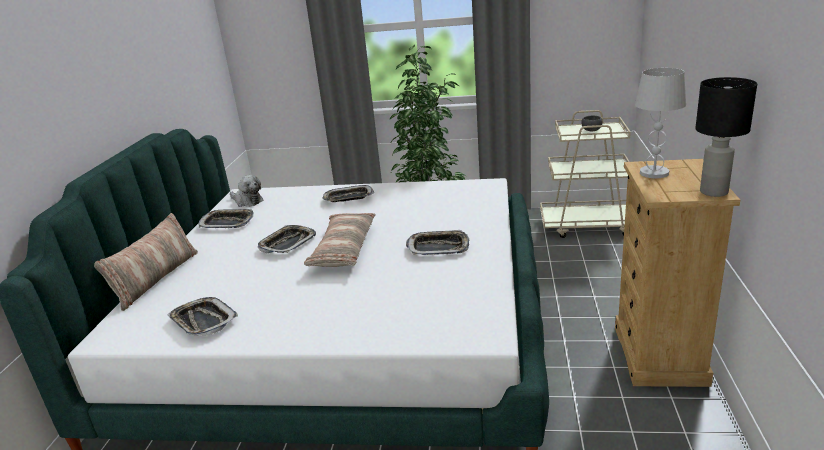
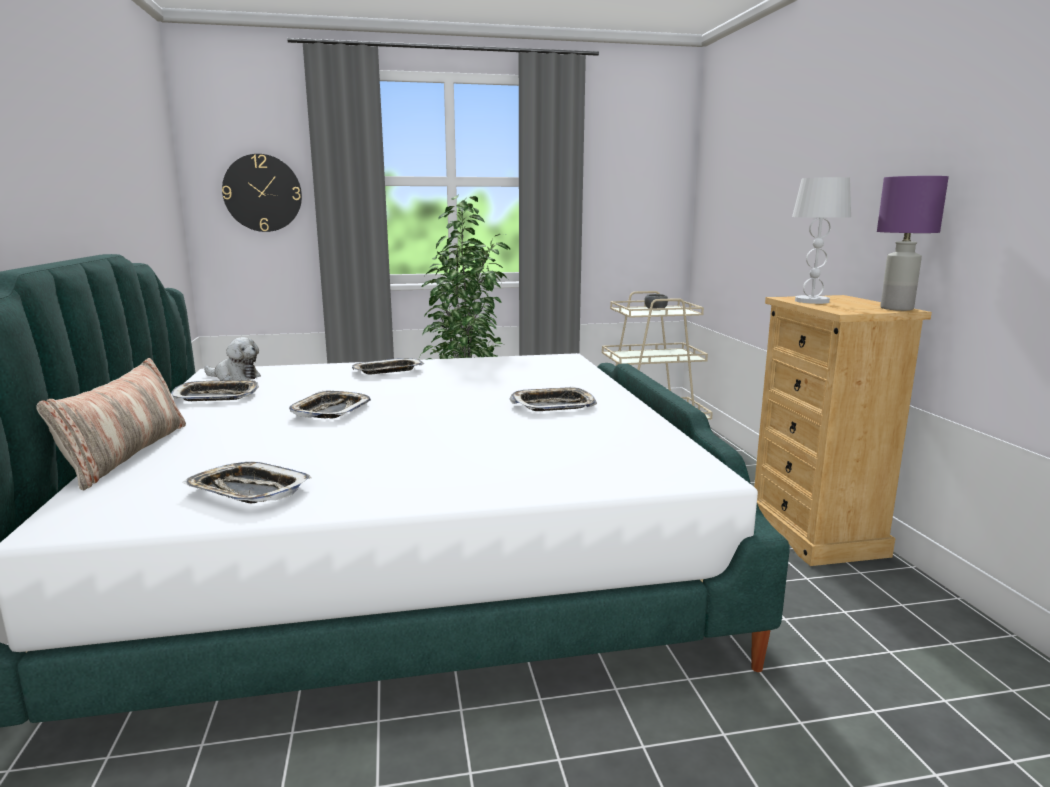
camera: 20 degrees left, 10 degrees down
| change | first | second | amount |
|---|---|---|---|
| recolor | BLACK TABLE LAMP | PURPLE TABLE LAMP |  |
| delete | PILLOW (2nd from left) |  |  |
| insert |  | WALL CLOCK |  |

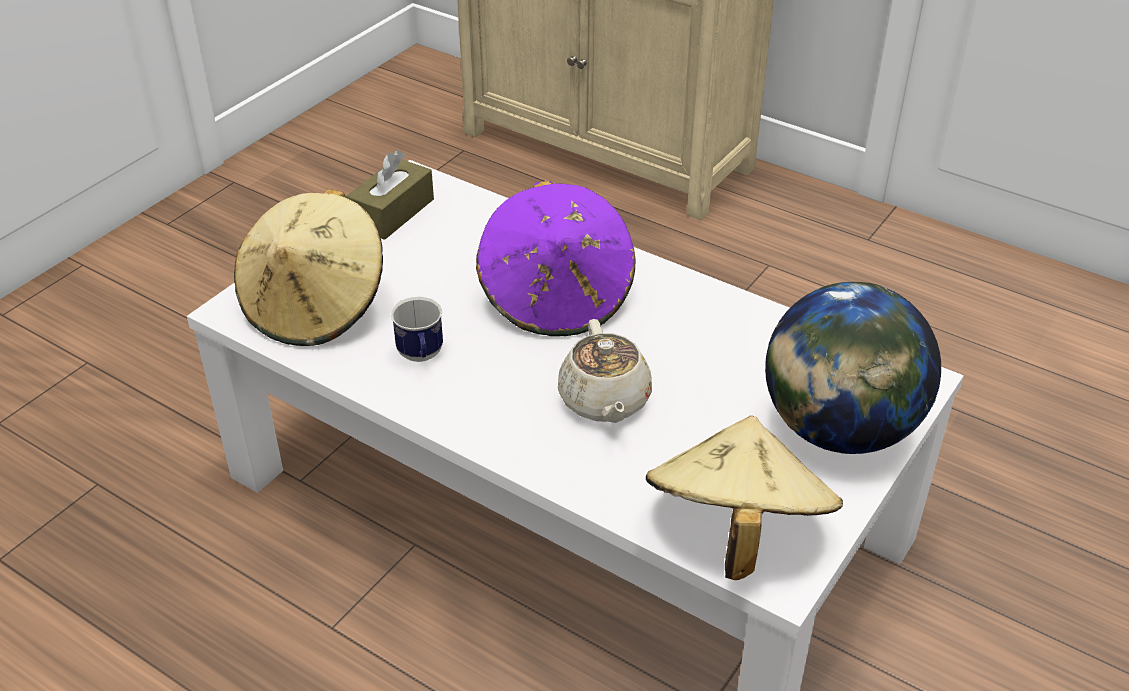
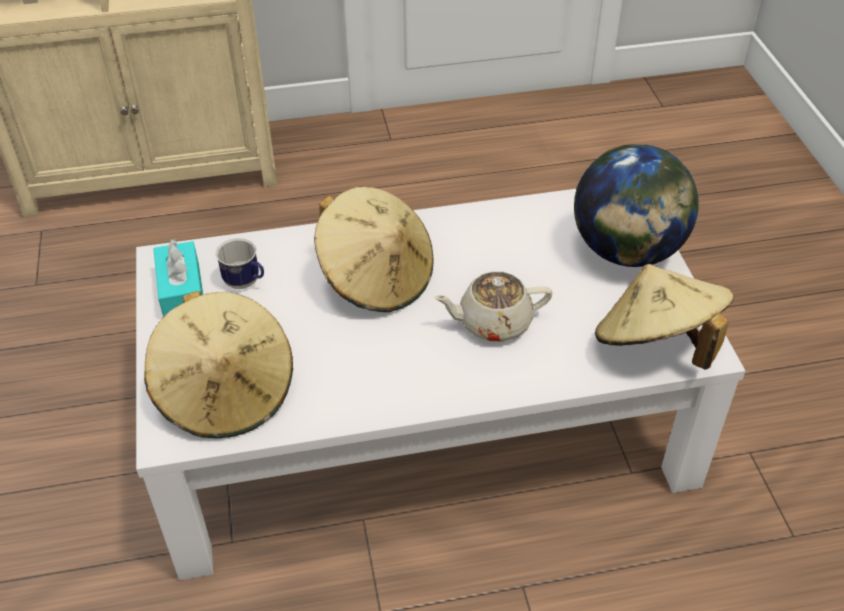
camera: 45 degrees left, 5 degrees up
| change | first | second | amount |
|---|---|---|---|
| recolor | BROWN TISSUE BOX | TURQUOISE TISSUE BOX |  |
| recolor | PURPLE HAT | BEIGE HAT (2nd from left) |  |
| move | MUG |  |  |
| rotate | BEIGE TEAPOT |  | 135 degrees clockwise |

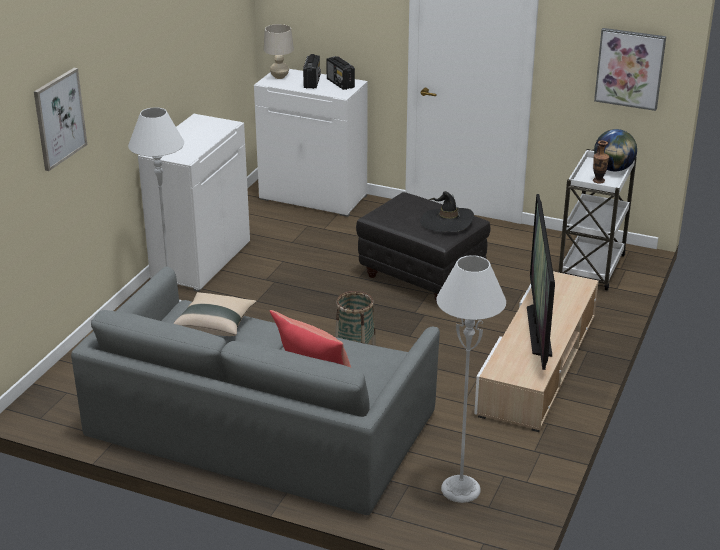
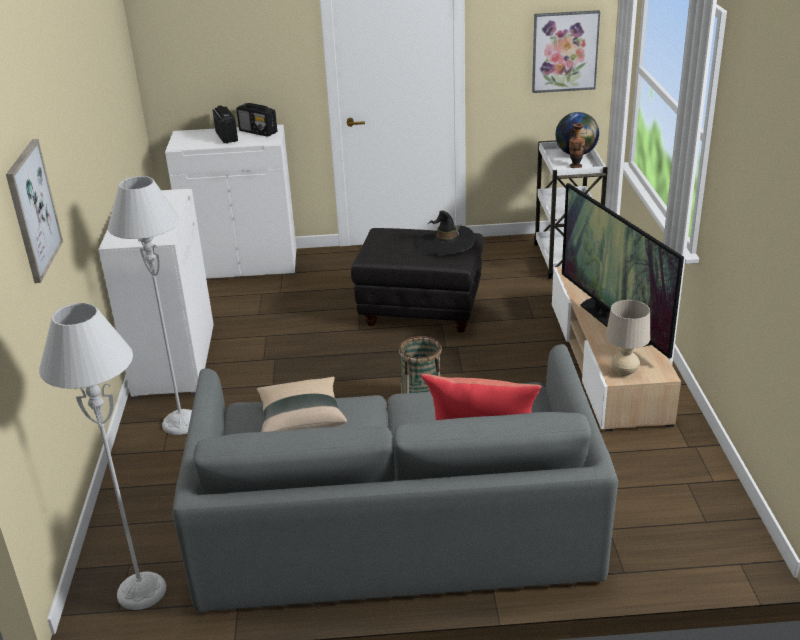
camera: 25 degrees left, 0 degrees up
| change | first | second | amount |
|---|---|---|---|
| move | BEIGE TABLE LAMP |  |  |
| move | GREY FLOOR LAMP (2nd from left in the first image) | GREY FLOOR LAMP (1st from left) |  |

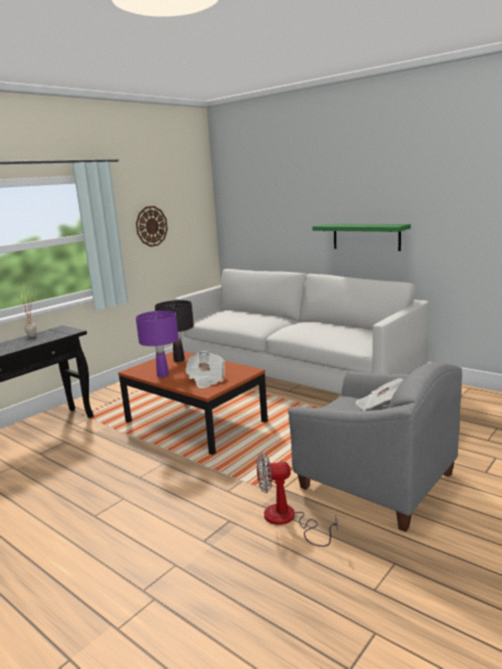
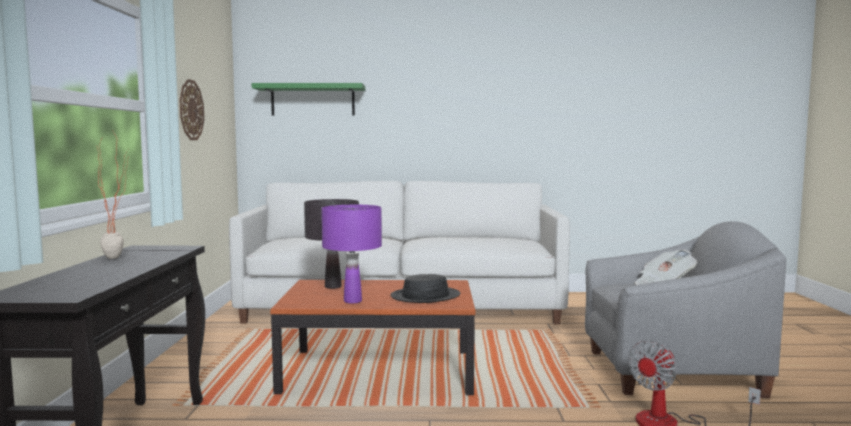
camera: 40 degrees left, 10 degrees down
| change | first | second | amount |
|---|---|---|---|
| move | GREEN SHELF |  |  |
| replace | NEWSPAPER (1st from left) | BLACK HAT |  |

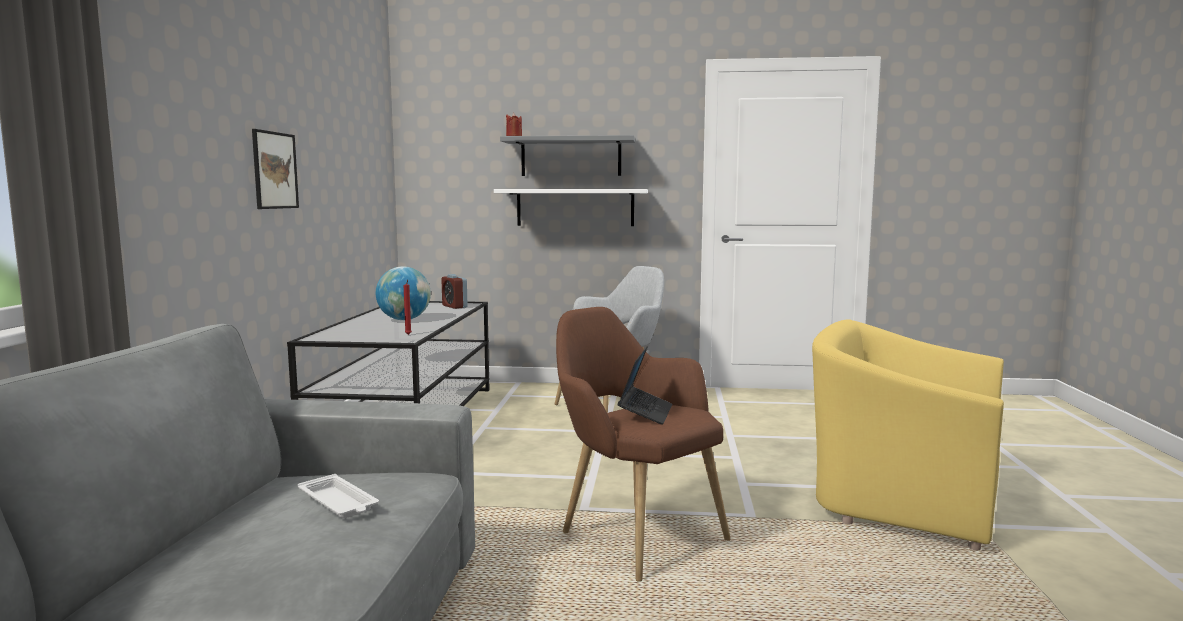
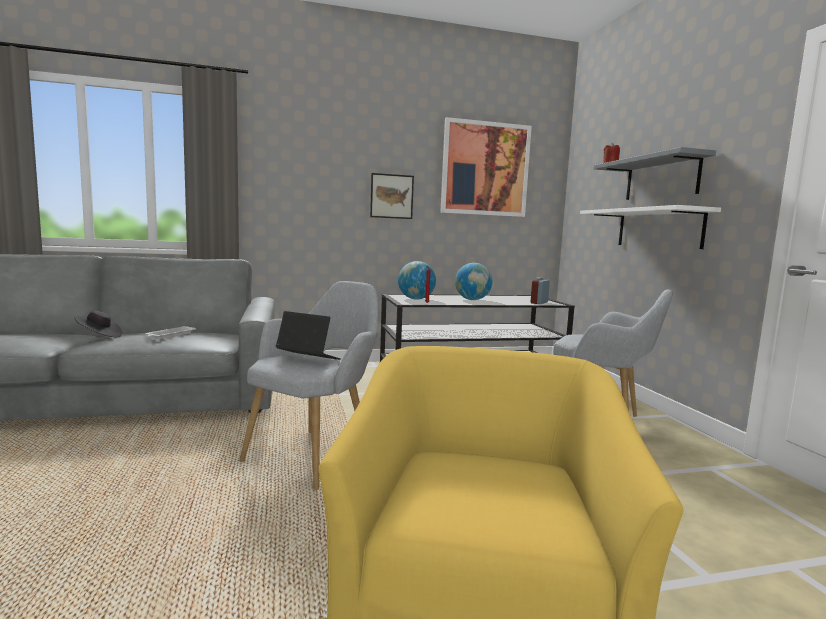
camera: 70 degrees right, 0 degrees up
| change | first | second | amount |
|---|---|---|---|
| recolor | BROWN ARMCHAIR | GREY ARMCHAIR (1st from left) |  |
| rotate | LAPTOP |  | 150 degrees counterclockwise |
| insert |  | PICTURE (2nd from left) |  |
| insert |  | GLOBE (1st from left) |  |
| insert |  | BLACK HAT |  |

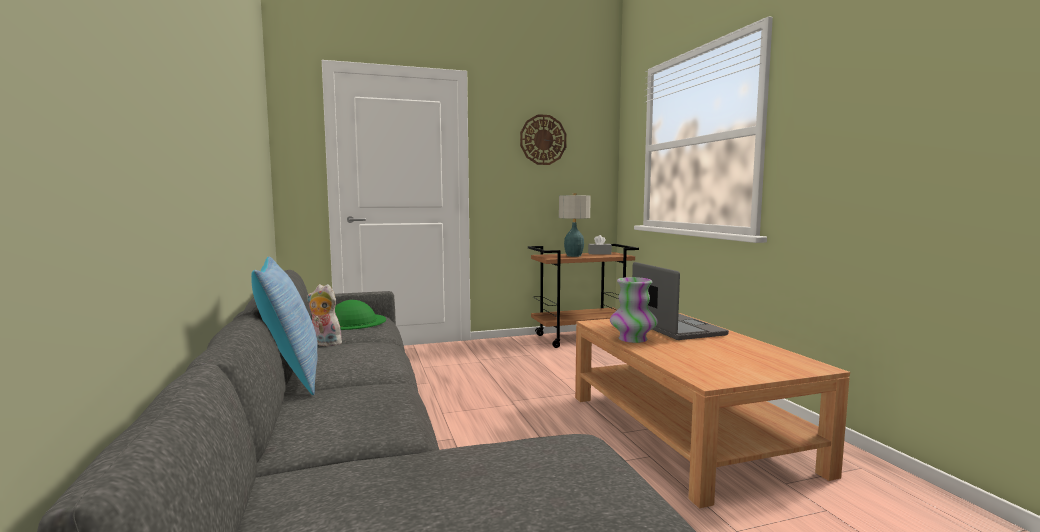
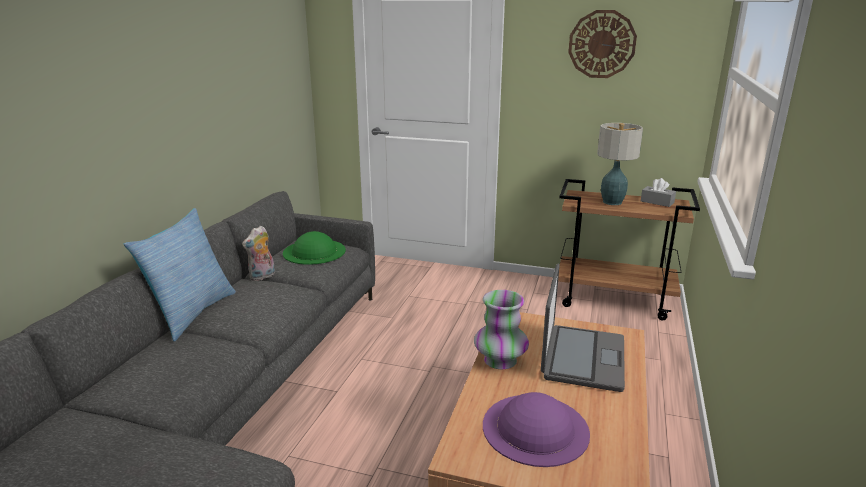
camera: 35 degrees right, 15 degrees up
| change | first | second | amount |
|---|---|---|---|
| rotate | PLUSH TOY |  | 105 degrees counterclockwise |
| insert |  | PURPLE HAT |  |

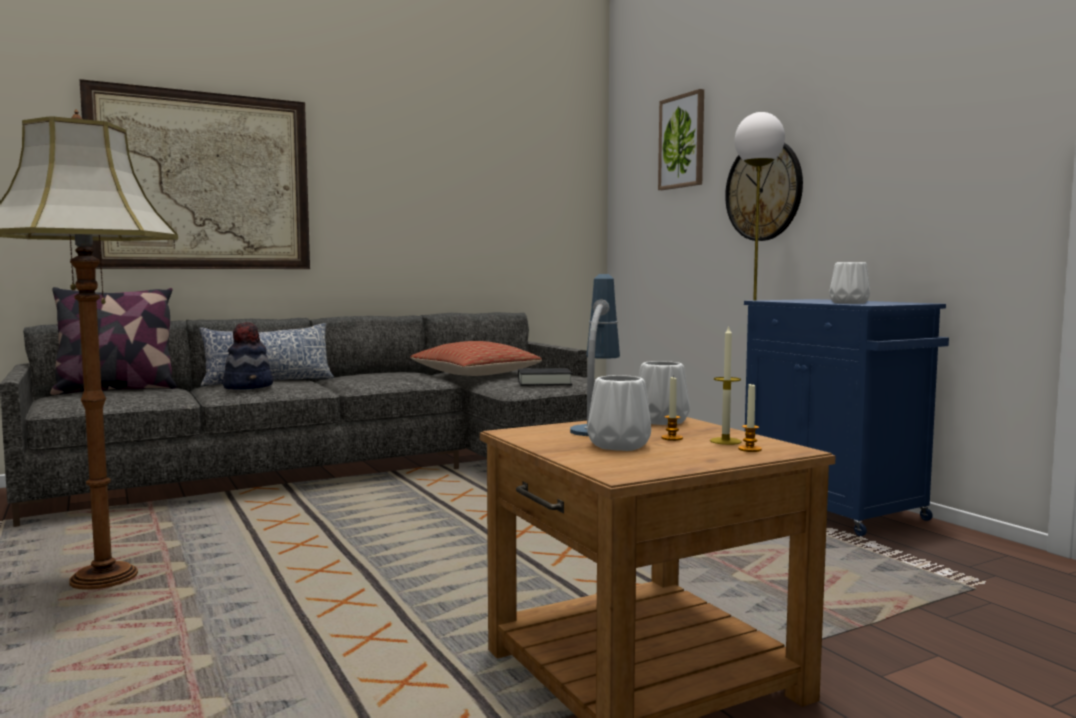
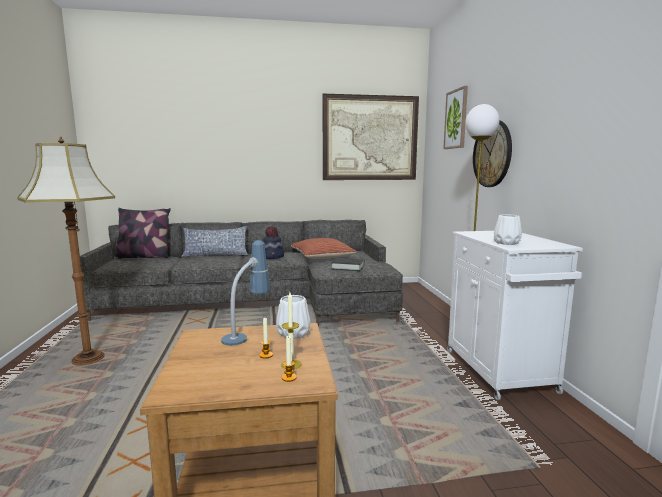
camera: 20 degrees right, 5 degrees up
| change | first | second | amount |
|---|---|---|---|
| move | PICTURE (1st from left) |  |  |
| recolor | BLUE CABINET | WHITE CABINET |  |
| move | HAT |  |  |
| delete | WHITE VASE (1st from left) |  |  |

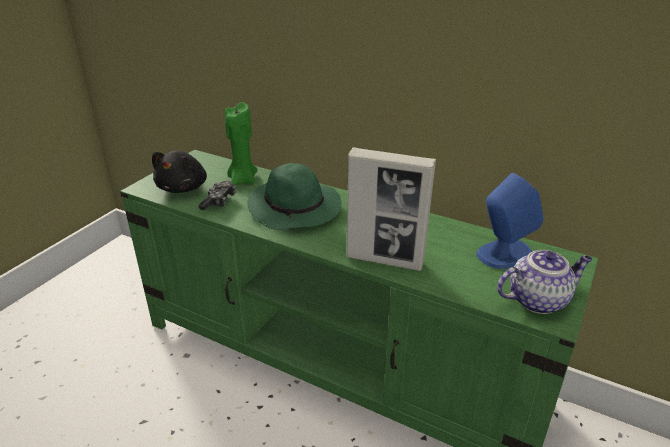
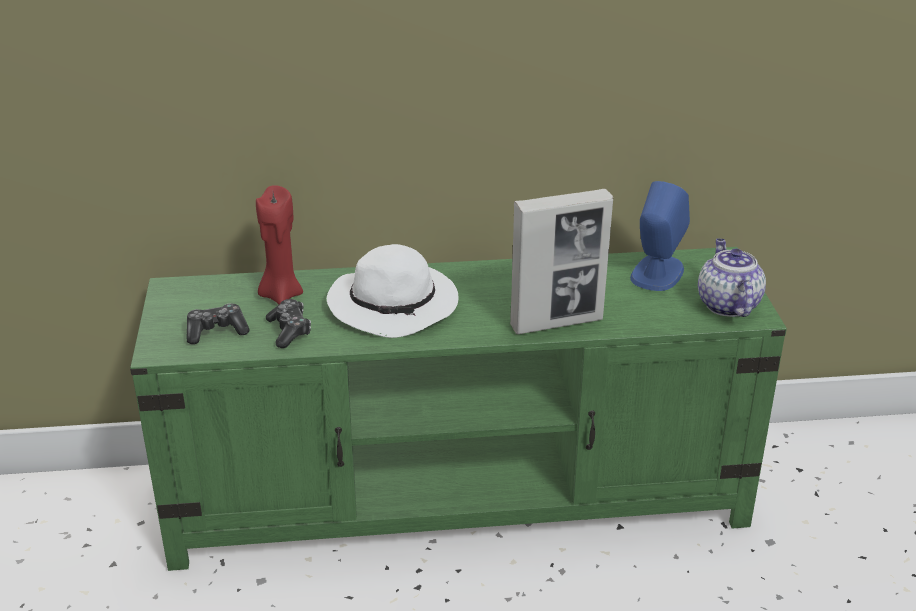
camera: 35 degrees left, 0 degrees up
| change | first | second | amount |
|---|---|---|---|
| recolor | GREEN CANDLE | RED CANDLE |  |
| replace | BLACK PLUSH TOY | GAME CONTROLLER (1st from left) |  |
| recolor | GREEN HAT | WHITE HAT |  |
| rotate | TEAPOT |  | 45 degrees counterclockwise |

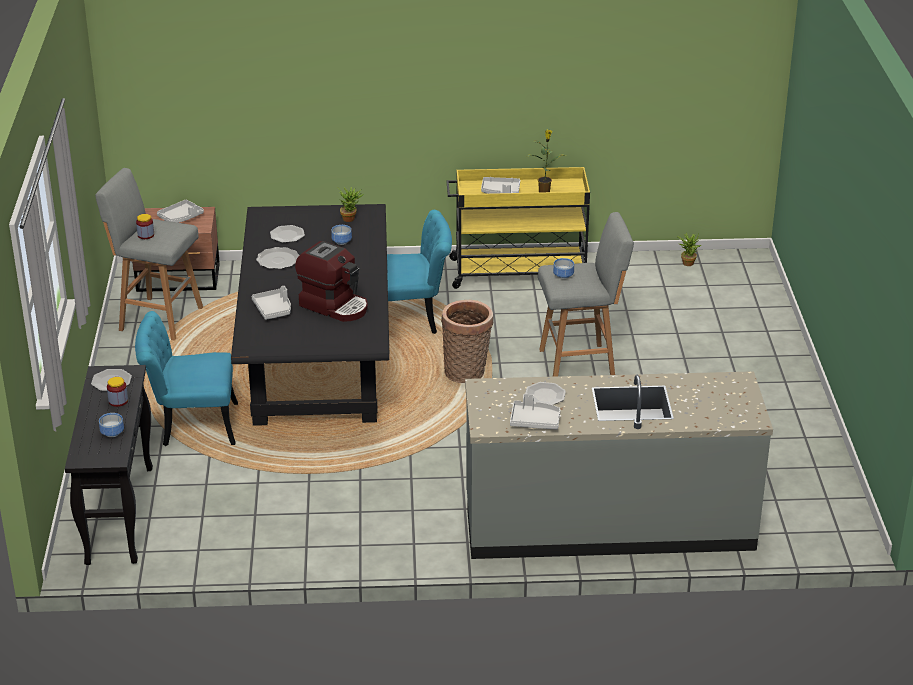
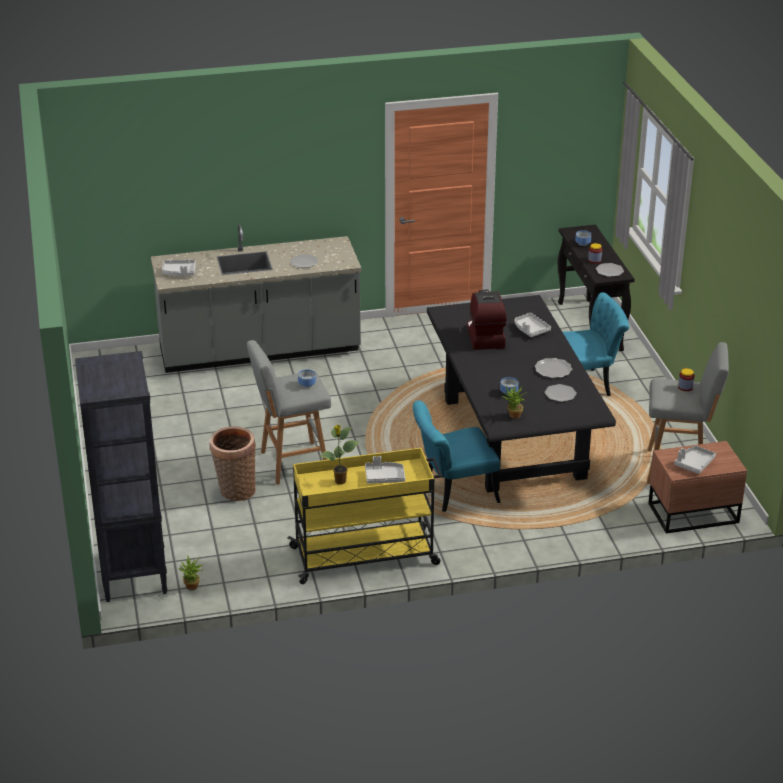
camera: 170 degrees right, 0 degrees up
| change | first | second | amount |
|---|---|---|---|
| rotate | COFFEE MACHINE |  | 60 degrees clockwise |
| move | BASKET |  |  |
| move | GREY TRAY (4th from left in the first image) | GREY TRAY (1st from left) |  |
| insert |  | BLACK BOOKCASE |  |

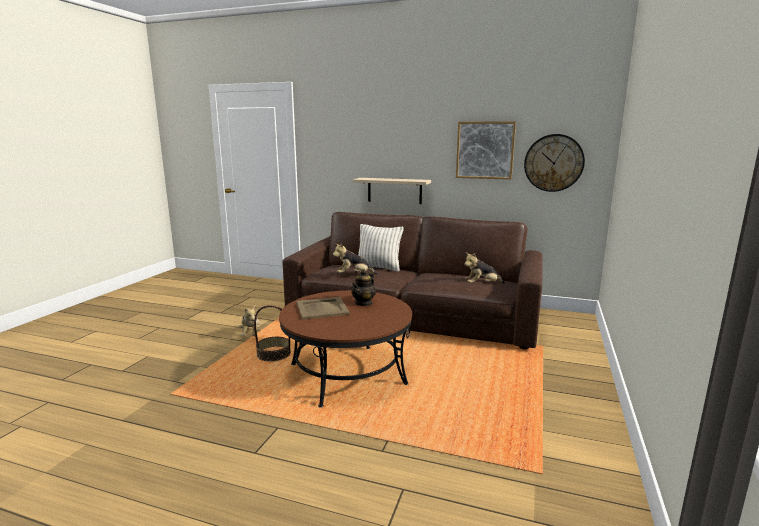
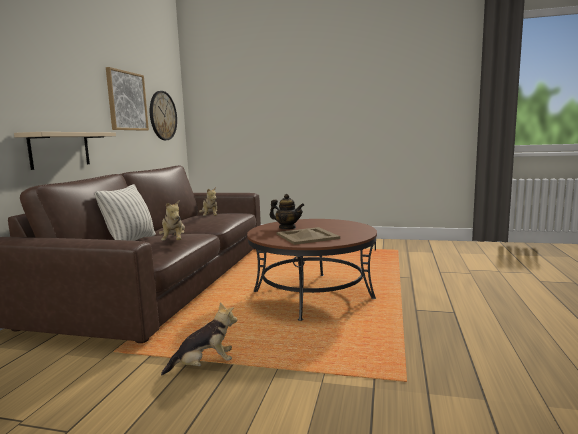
camera: 95 degrees left, 5 degrees down
| change | first | second | amount |
|---|---|---|---|
| delete | BASKET |  |  |

